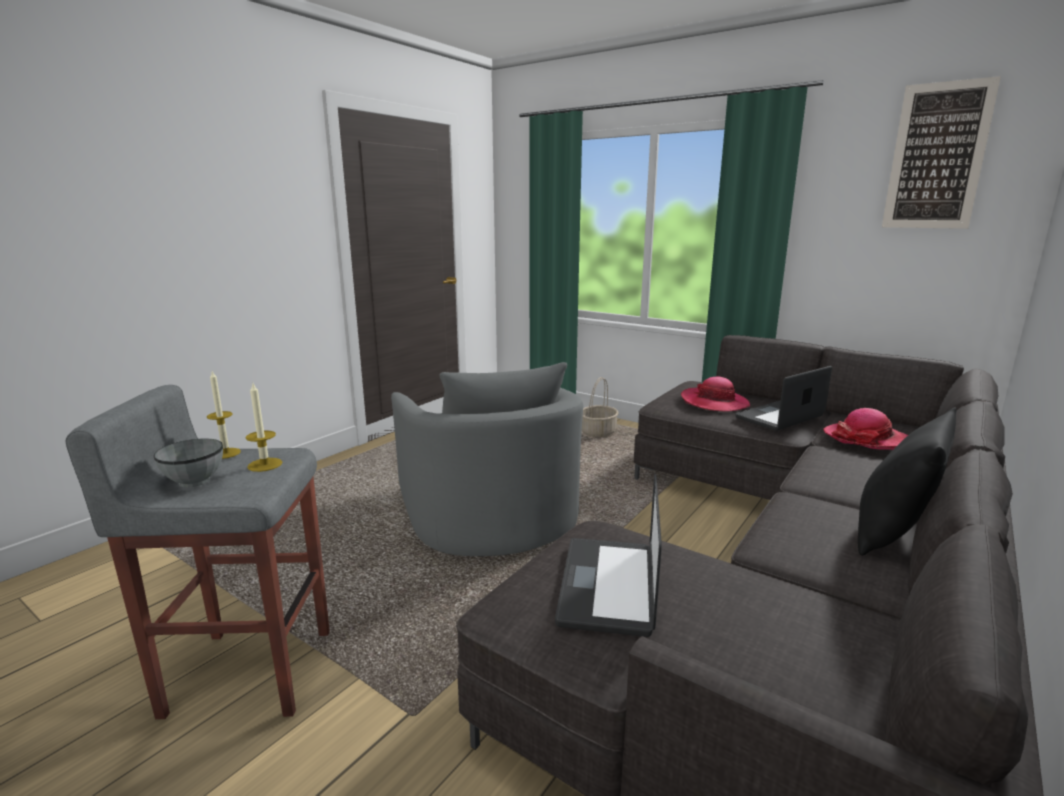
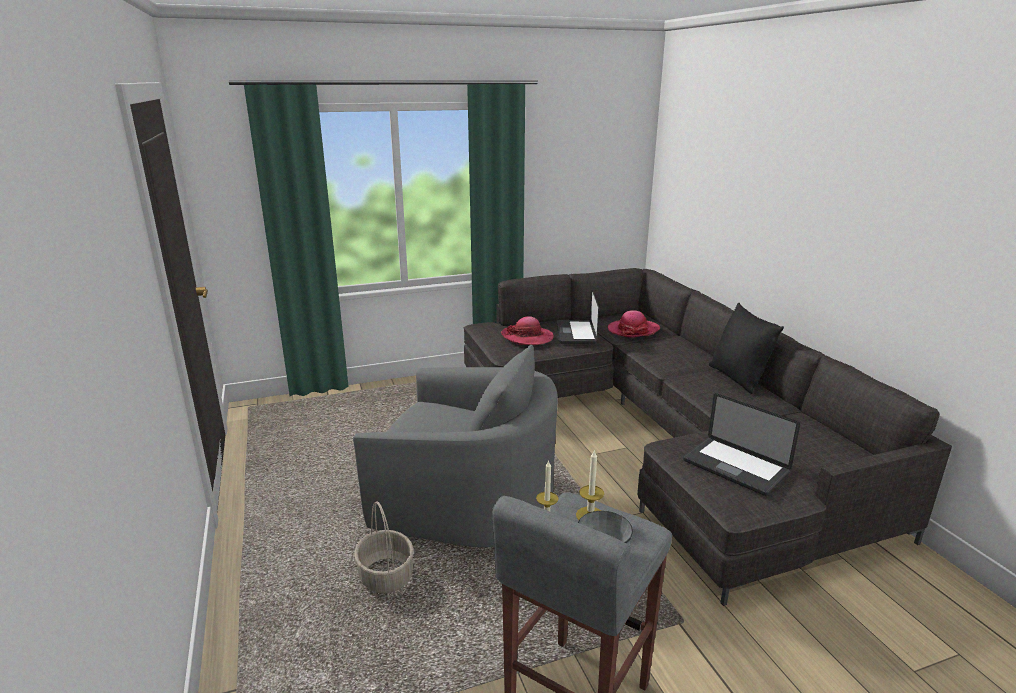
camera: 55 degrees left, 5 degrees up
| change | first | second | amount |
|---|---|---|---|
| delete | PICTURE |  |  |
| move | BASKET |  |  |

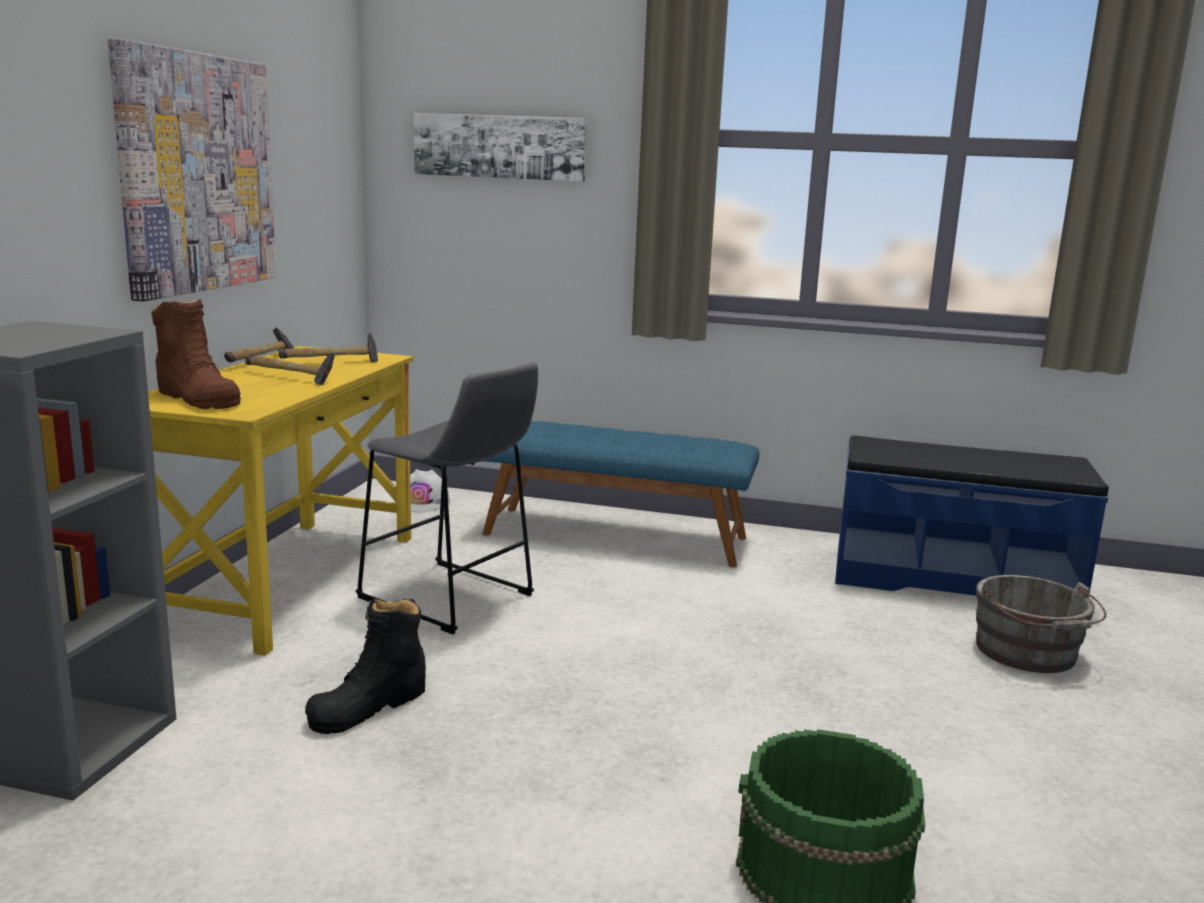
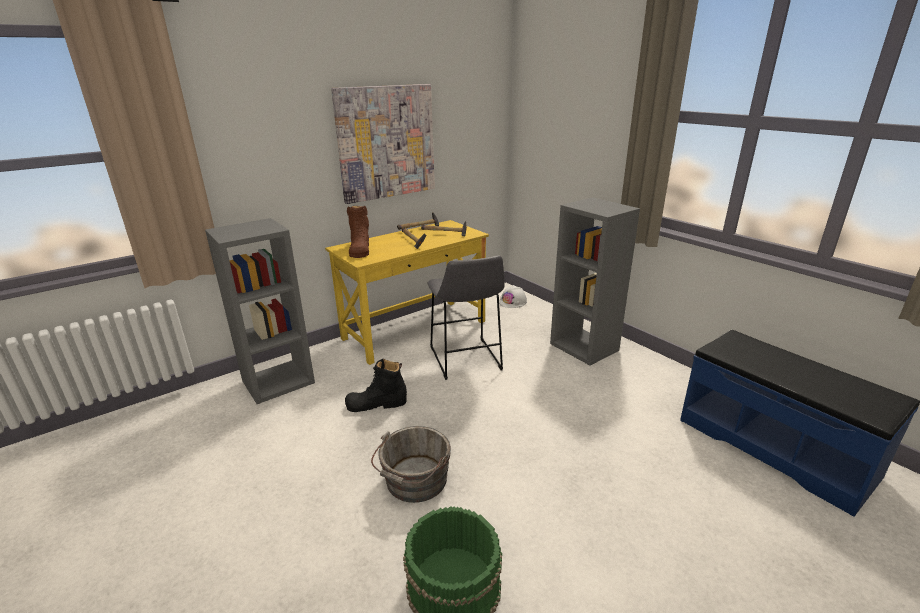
camera: 40 degrees right, 10 degrees up
| change | first | second | amount |
|---|---|---|---|
| delete | PICTURE (2nd from left) |  |  |
| replace | BLUE BENCH (1st from left) | GREY BOOKCASE (2nd from left) |  |
| move | GREY BUCKET |  |  |

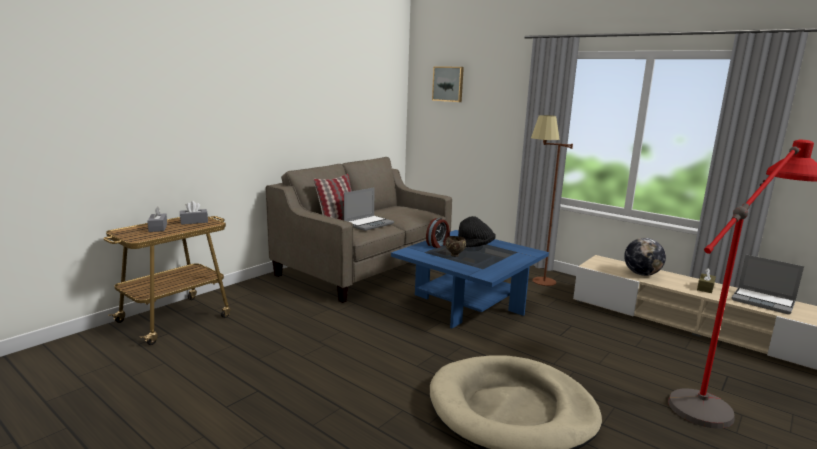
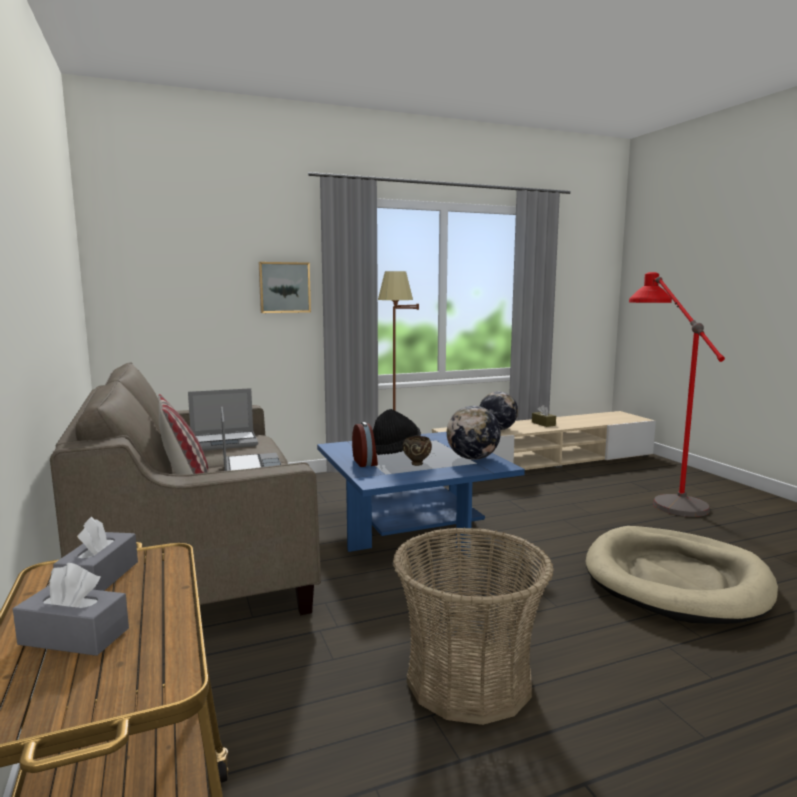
camera: 60 degrees left, 5 degrees down
| change | first | second | amount |
|---|---|---|---|
| move | PICTURE |  |  |
| move | LAPTOP (2nd from left in the first image) | LAPTOP (1st from left) |  |
| insert |  | GLOBE (1st from left) |  |
| insert |  | BASKET |  |

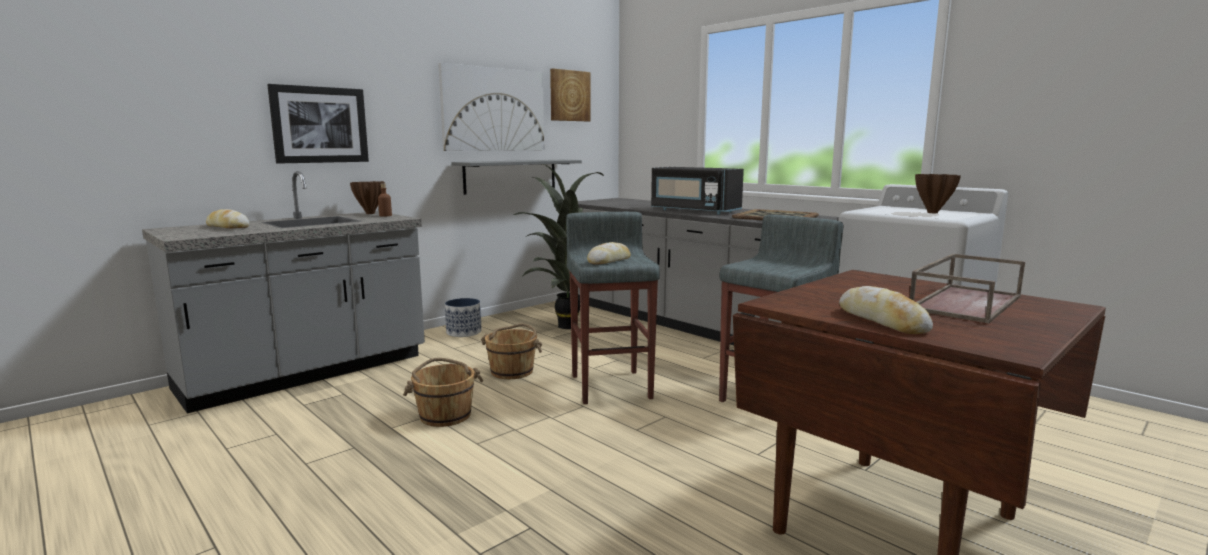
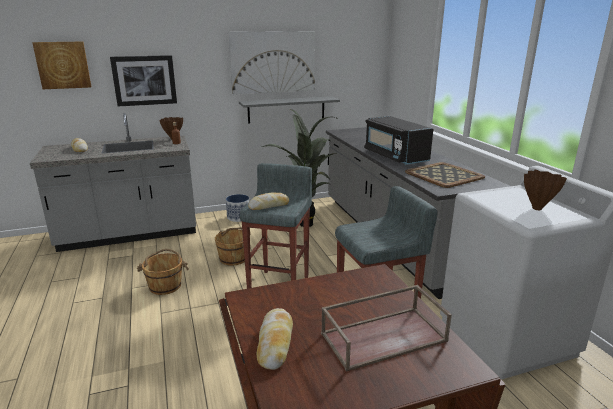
camera: 25 degrees right, 10 degrees up
| change | first | second | amount |
|---|---|---|---|
| move | PICTURE (3rd from left in the first image) | PICTURE (1st from left) |  |

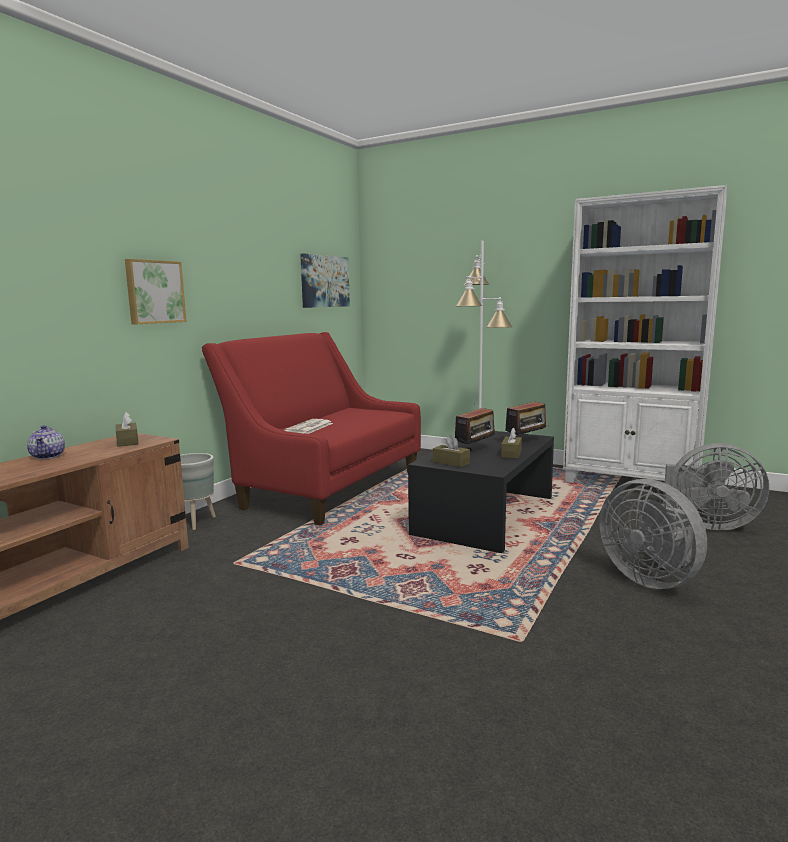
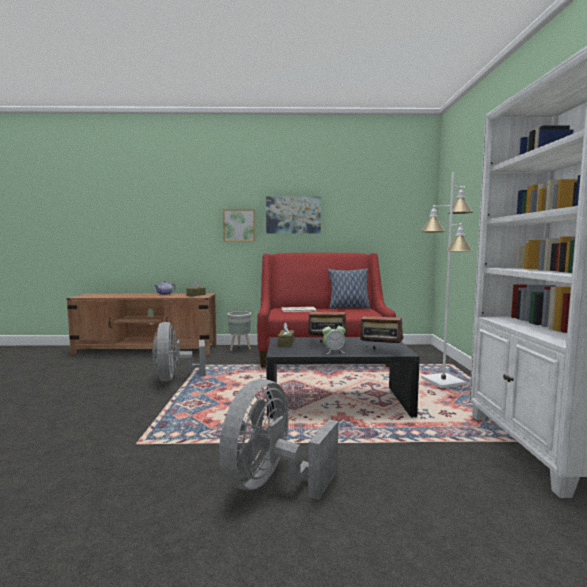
camera: 60 degrees right, 5 degrees down
| change | first | second | amount |
|---|---|---|---|
| move | PICTURE (2nd from left) |  |  |
| replace | BROWN TISSUE BOX (3rd from left) | ALARM CLOCK |  |
| move | GREY FAN (2nd from left in the first image) | GREY FAN (1st from left) |  |
| insert |  | PILLOW |  |

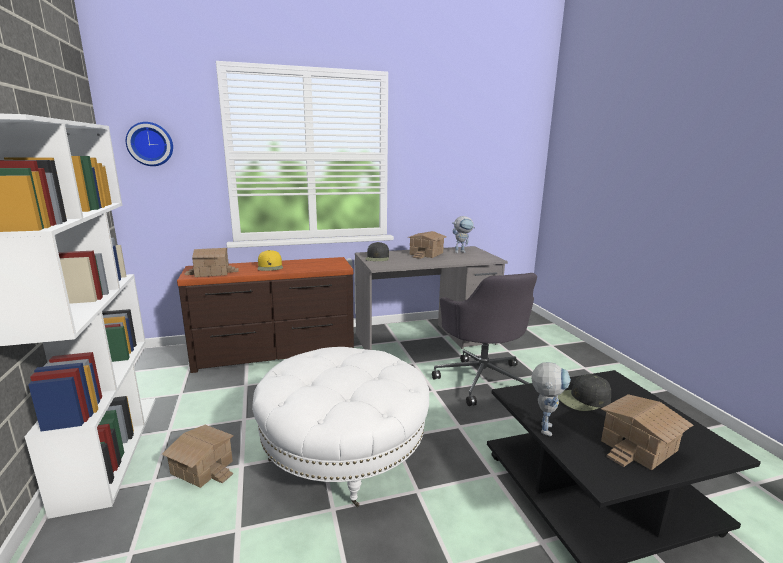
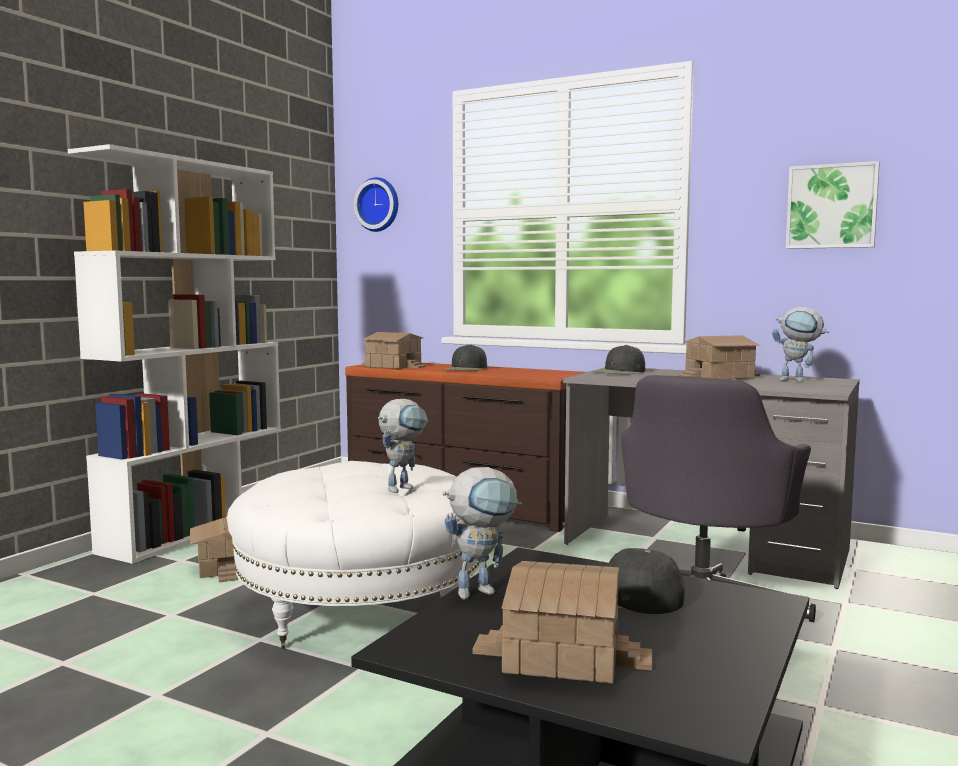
camera: 45 degrees right, 10 degrees down
| change | first | second | amount |
|---|---|---|---|
| recolor | YELLOW CAP | BLACK CAP (1st from left) |  |
| insert |  | PICTURE |  |
| insert |  | TOY ROBOT (1st from left) |  |

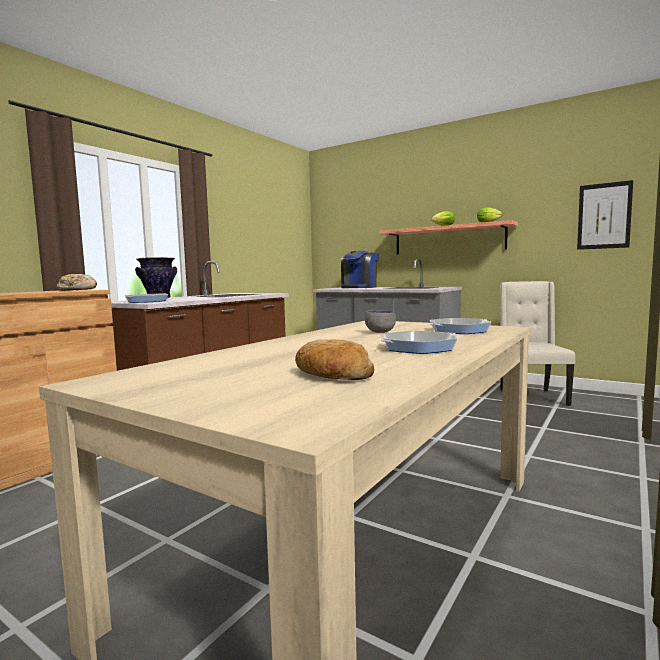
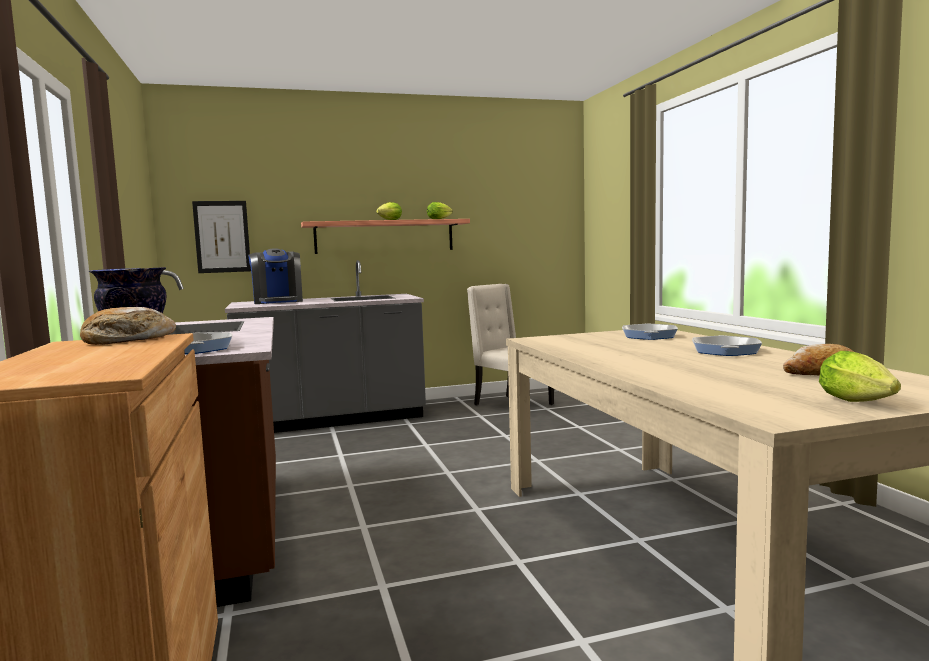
camera: 50 degrees left, 0 degrees up
| change | first | second | amount |
|---|---|---|---|
| move | PICTURE |  |  |
| delete | GREY BOWL |  |  |
| insert |  | LETTUCE (3rd from left) |  |

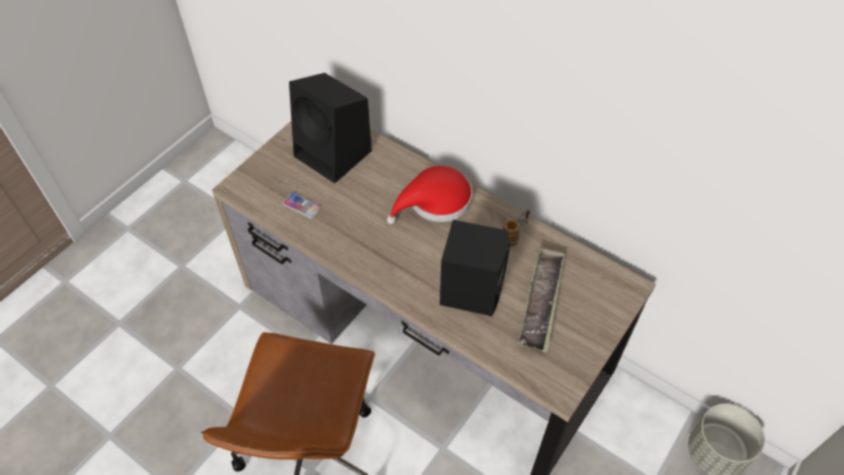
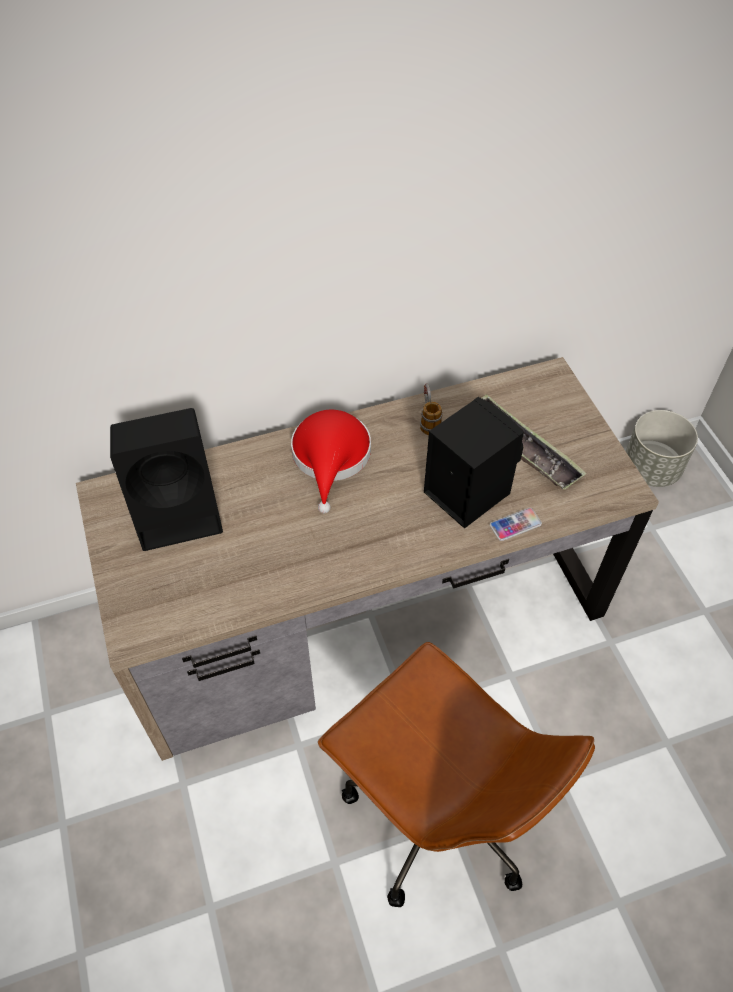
camera: 55 degrees left, 0 degrees up
| change | first | second | amount |
|---|---|---|---|
| move | PHONE |  |  |

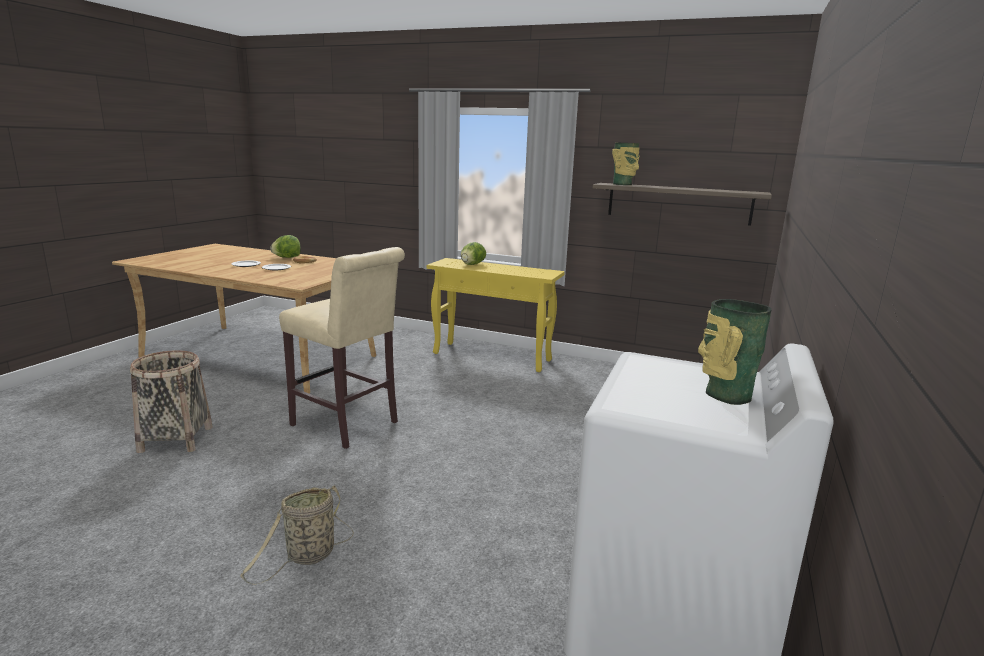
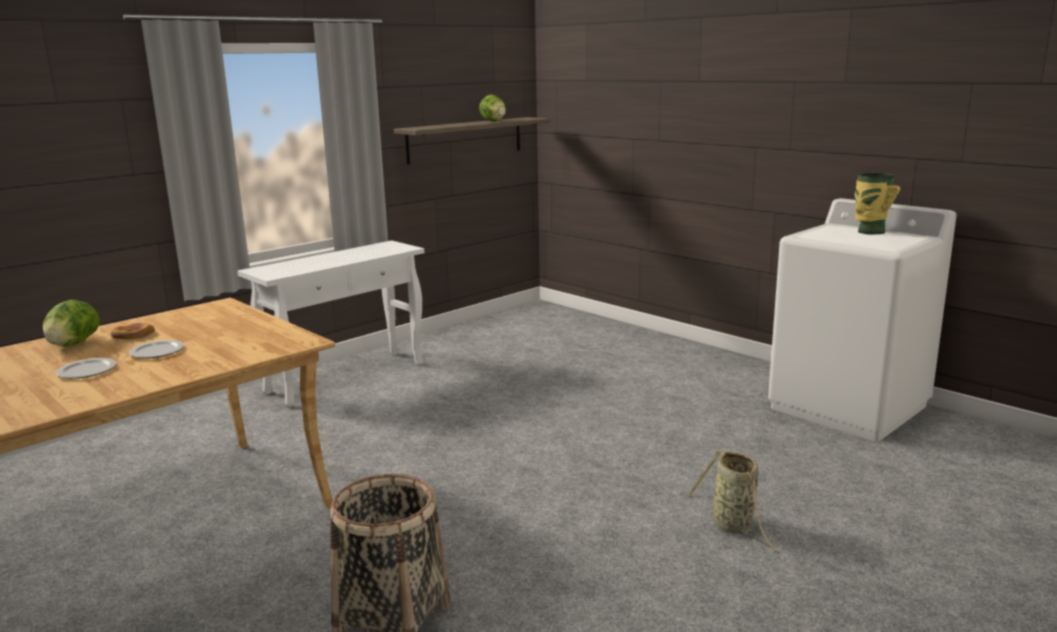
camera: 65 degrees left, 0 degrees up
| change | first | second | amount |
|---|---|---|---|
| delete | VASE (1st from left) |  |  |
| move | LETTUCE (2nd from left) |  |  |
| delete | BEIGE STOOL |  |  |
| recolor | YELLOW CONSOLE TABLE | WHITE CONSOLE TABLE |  |

